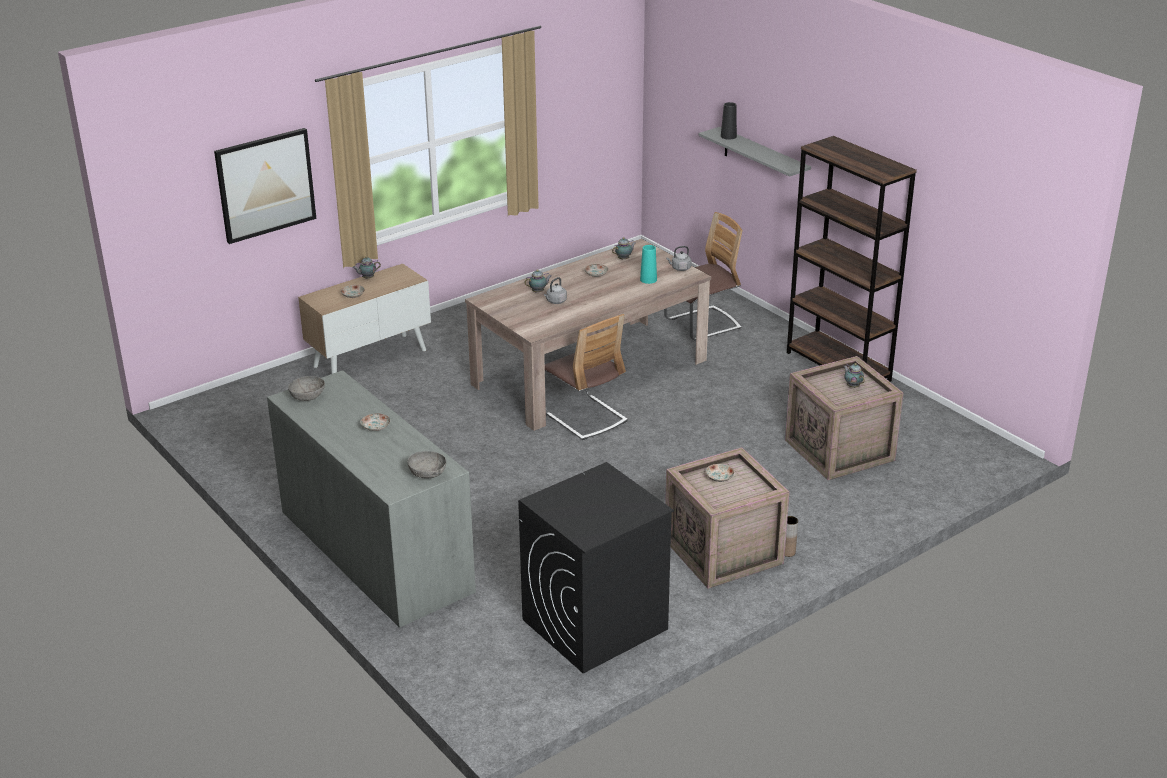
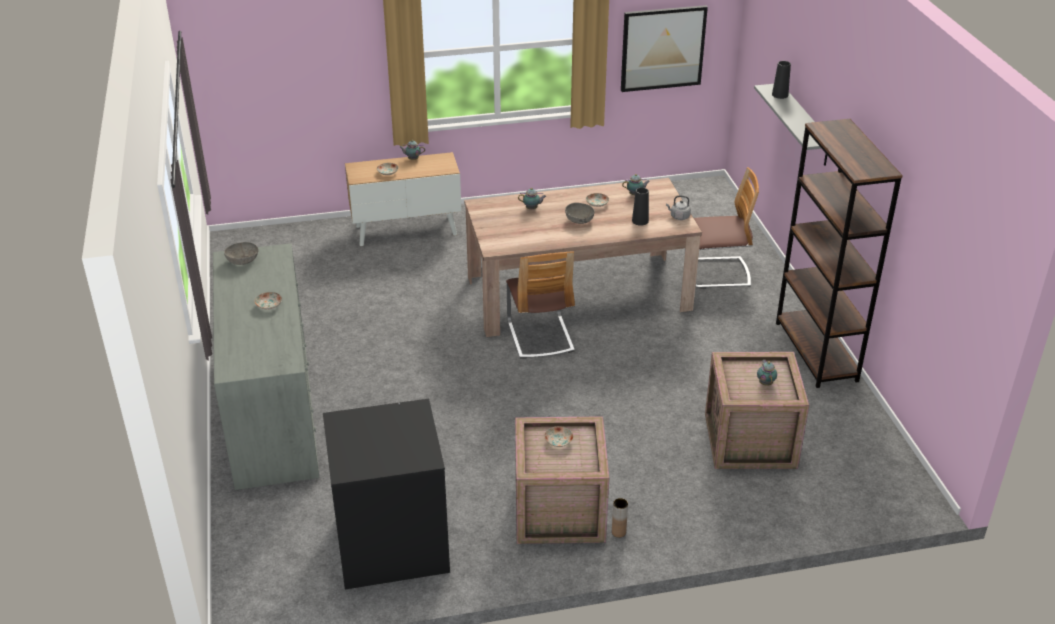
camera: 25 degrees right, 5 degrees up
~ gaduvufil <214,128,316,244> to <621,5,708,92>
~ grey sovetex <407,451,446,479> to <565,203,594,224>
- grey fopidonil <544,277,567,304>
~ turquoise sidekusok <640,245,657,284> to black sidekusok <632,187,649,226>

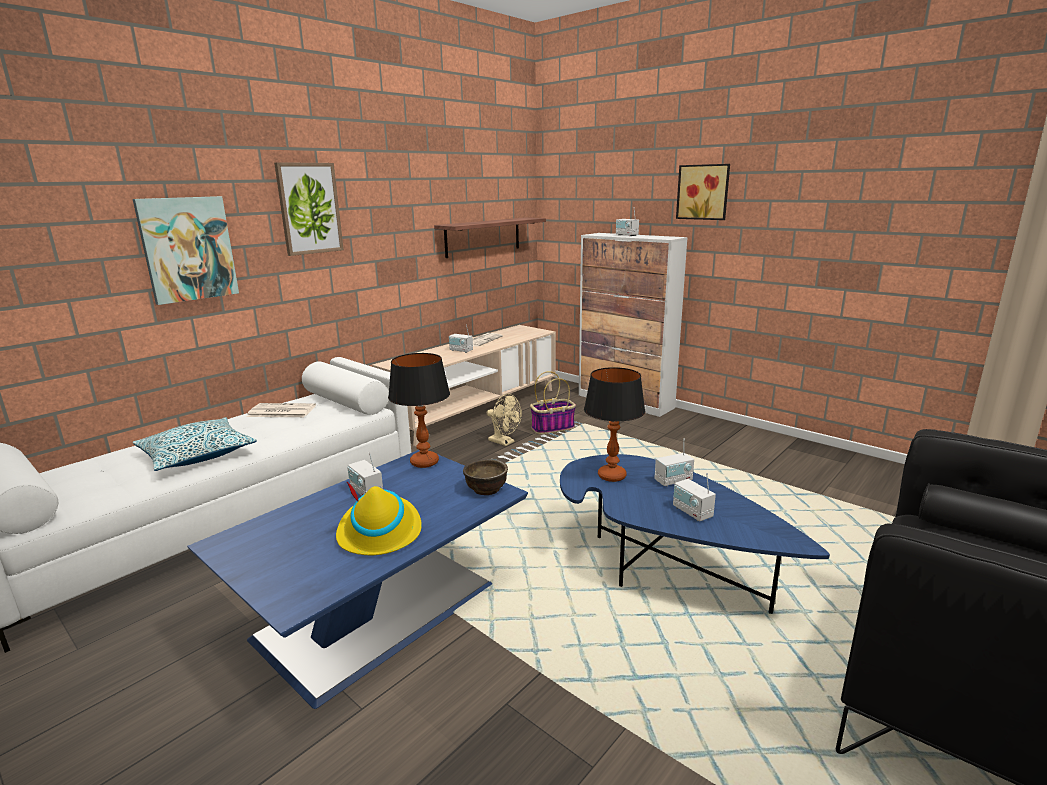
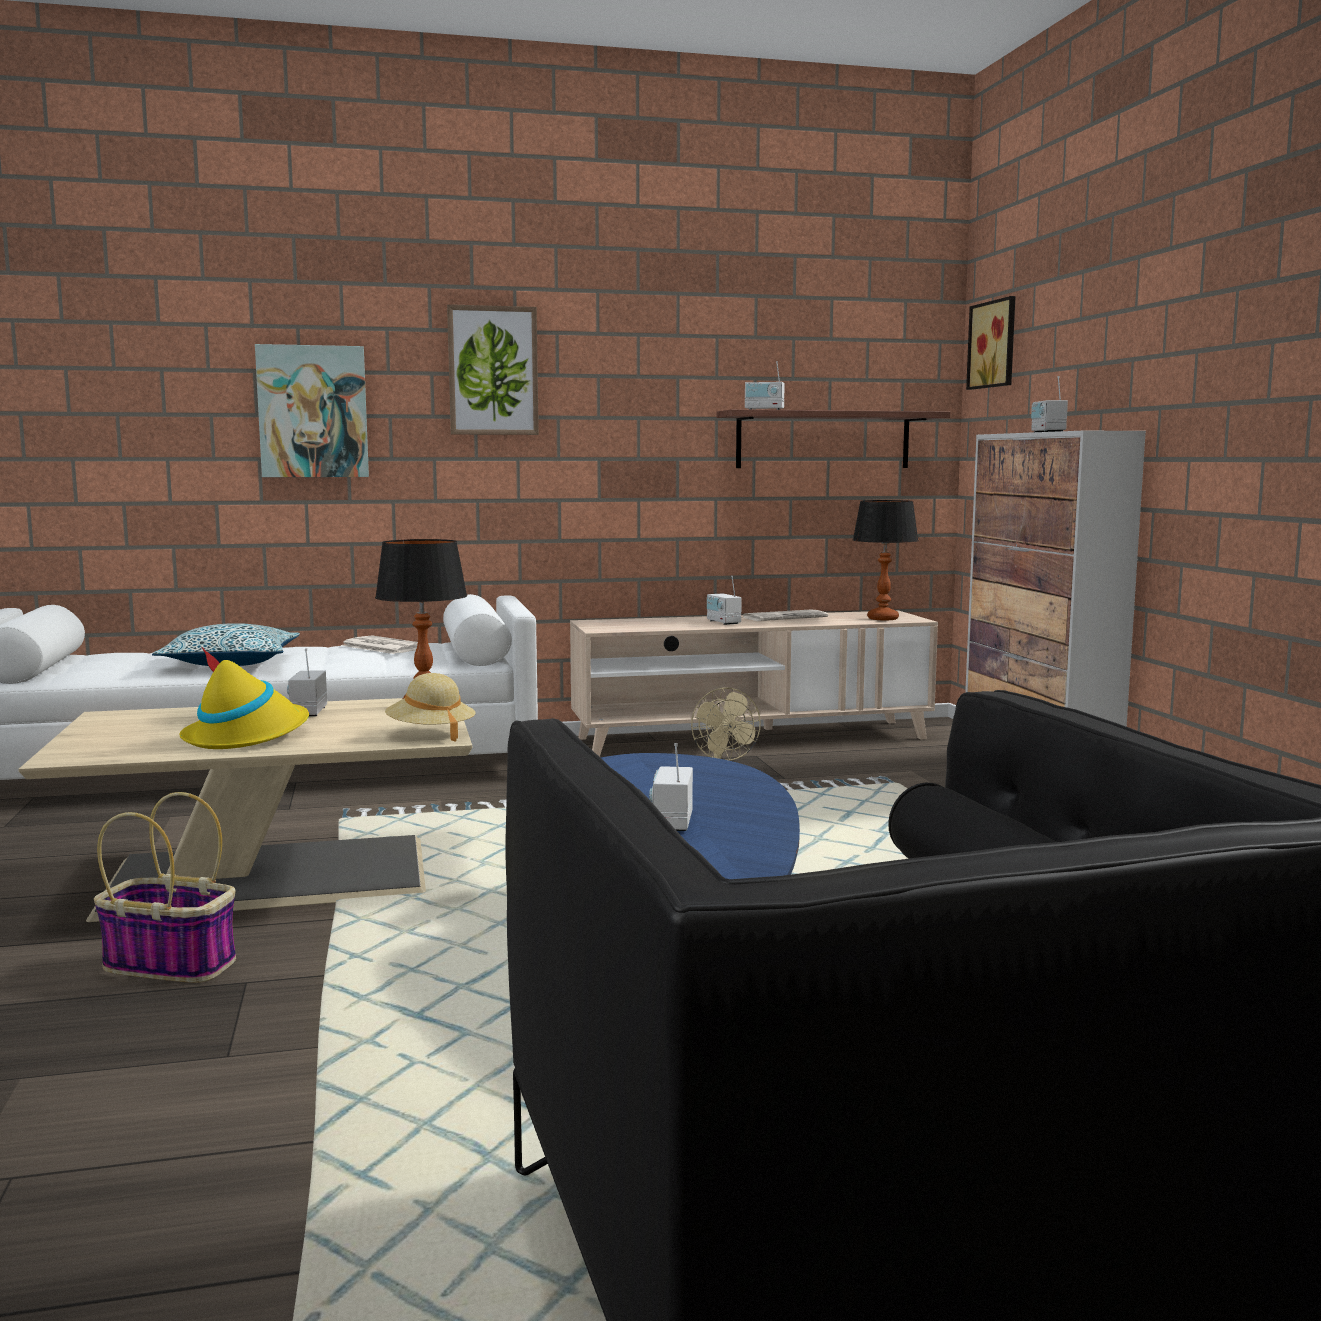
camera: 35 degrees right, 10 degrees down
~ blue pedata <187,450,528,709> to beige pedata <18,698,472,922>
~ brown sovetex <463,459,508,495> to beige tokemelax <385,673,476,741>
~ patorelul <530,371,576,434> to <94,792,236,983>
~ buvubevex <584,367,645,482> to <853,500,919,620>
~ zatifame <655,438,694,487> to <745,361,785,410>
~ gaduvufil <676,164,730,220> to <966,296,1016,390>

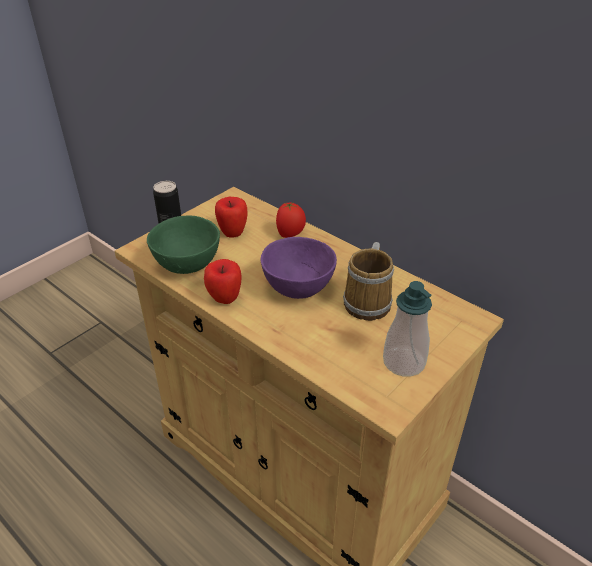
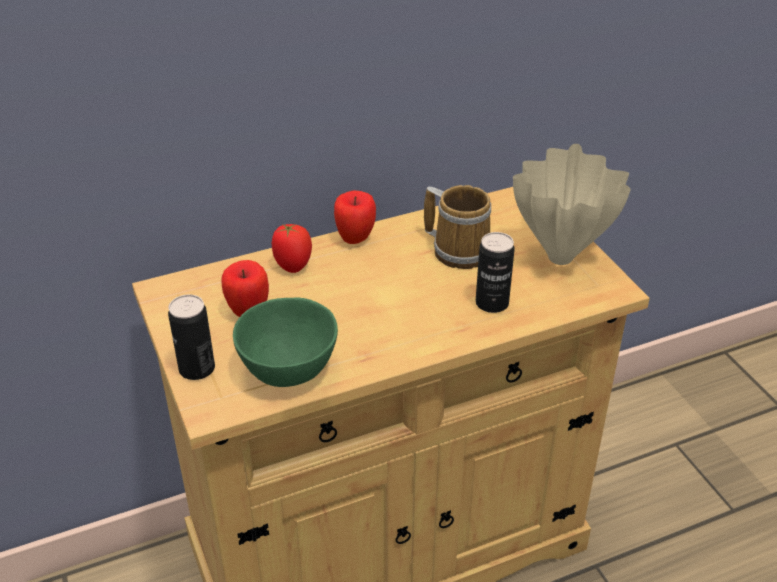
camera: 65 degrees left, 0 degrees up
~ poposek <204,259,242,304> to <334,190,376,244>
- purple sovetex <261,237,337,299>
~ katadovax <383,281,432,377> to beige sidekusok <513,144,631,265>
+ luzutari <476,232,515,313>

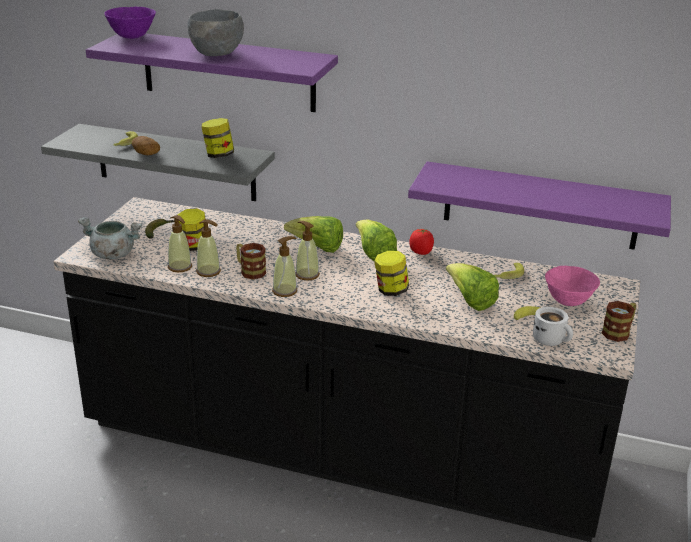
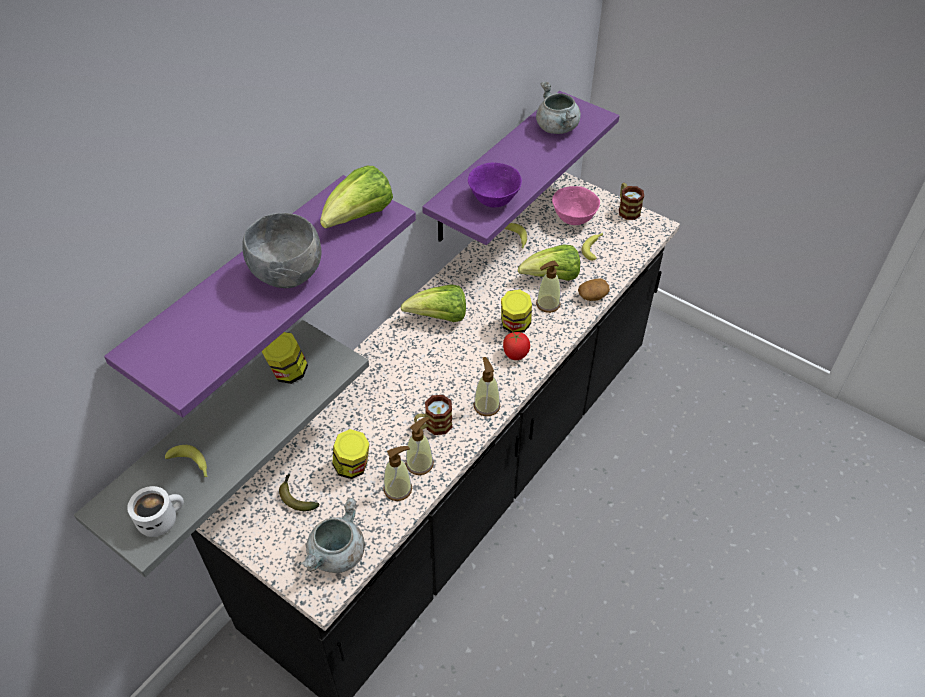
camera: 70 degrees left, 20 degrees up
~ purple sovetex <104,6,156,39> to <468,163,522,207>
~ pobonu <132,136,160,155> to <578,278,610,301>
~ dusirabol <284,216,343,253> to <320,166,393,229>
~ katadovax <296,221,320,280> to <536,261,560,313>
~ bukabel <409,229,434,255> to <503,332,530,360>
~ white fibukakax <533,307,573,346> to <127,486,184,537>
+ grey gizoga <536,81,581,134>

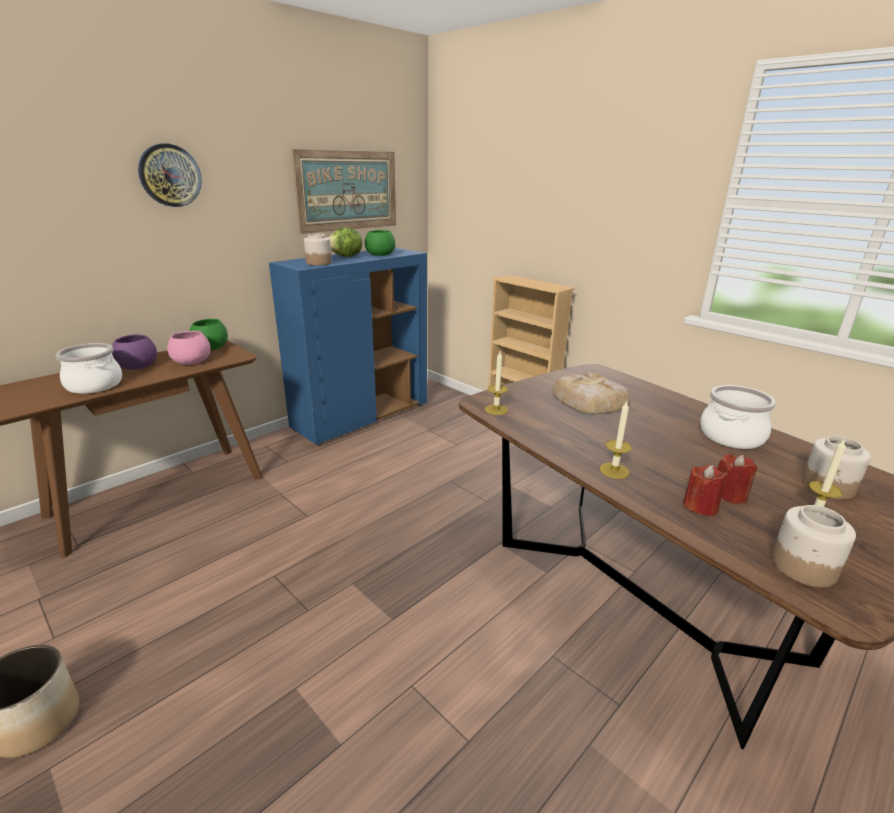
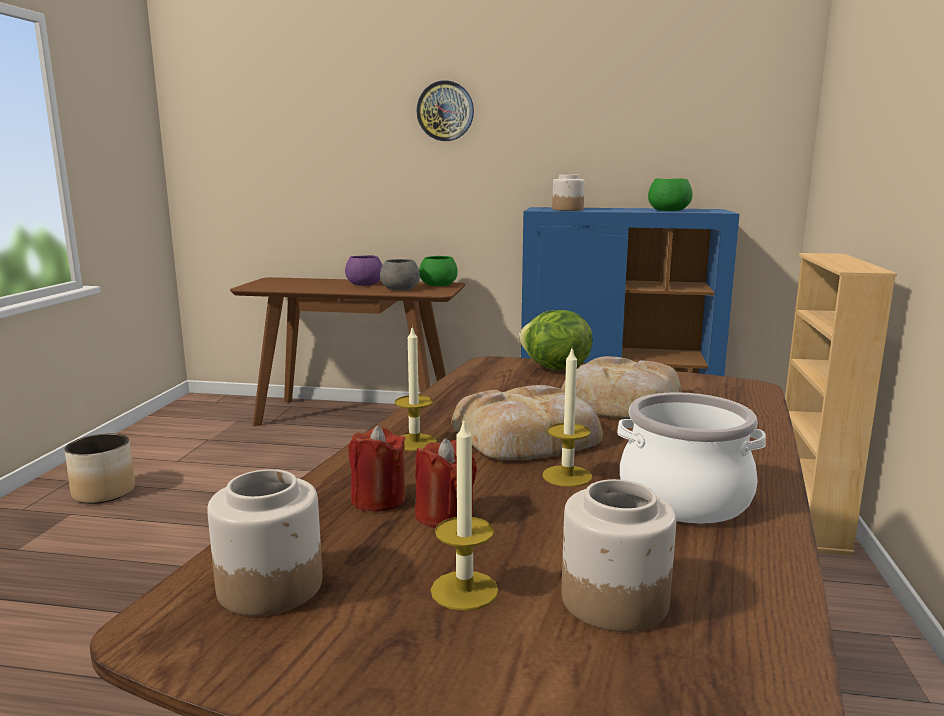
camera: 55 degrees right, 10 degrees down
- gizoga <56,343,122,394>
~ pink sovetex <167,331,211,365> to grey sovetex <380,259,420,290>
- gaduvufil <291,149,396,234>
~ dusirabol <328,228,362,257> to <519,310,593,370>
~ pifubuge <485,351,508,415> to <542,346,592,487>
+ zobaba <452,385,603,460>

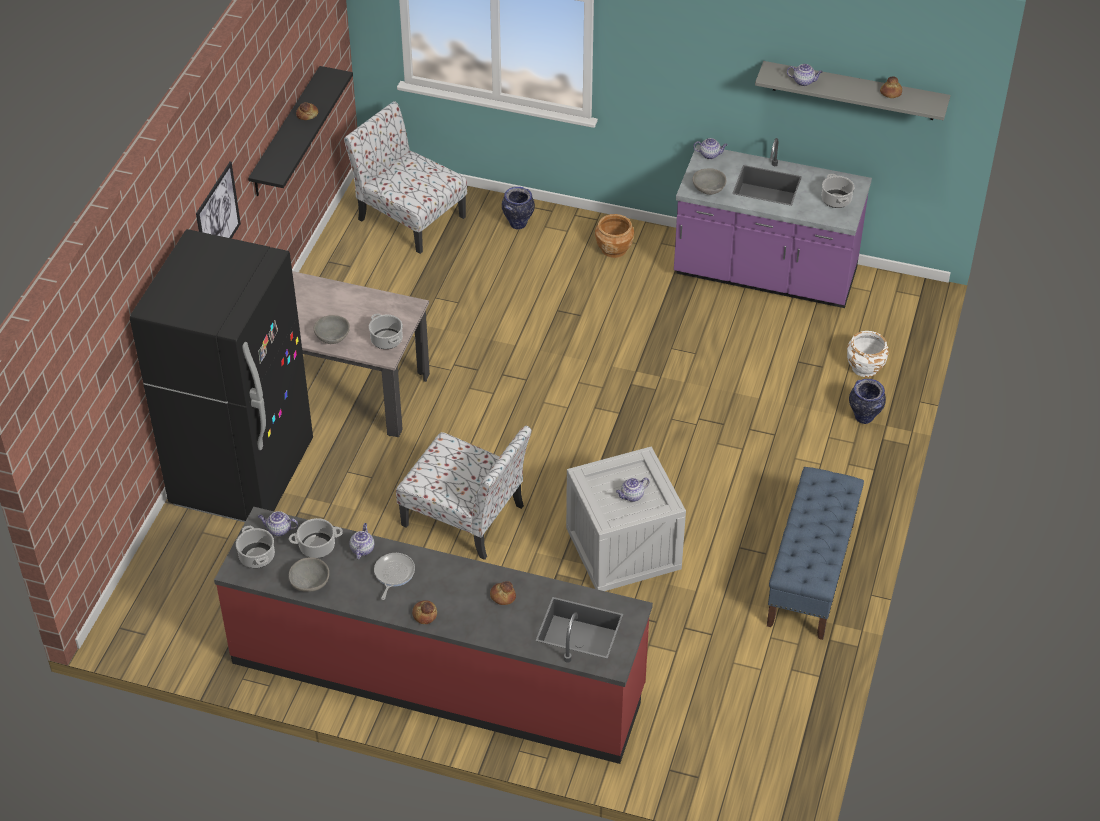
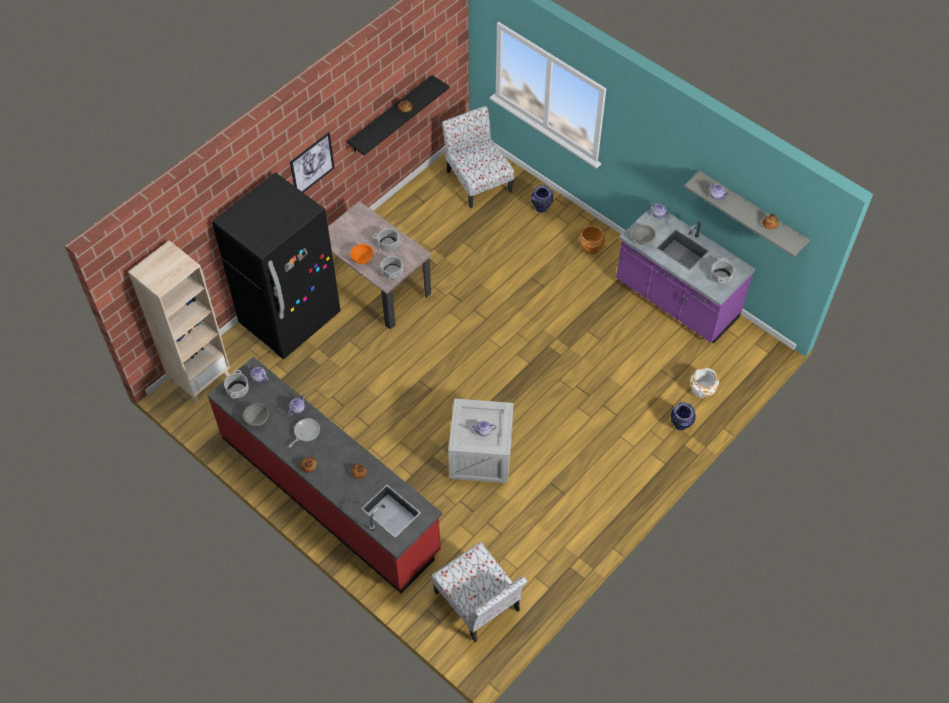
camera: 25 degrees right, 10 degrees up
~ gizoga <289,518,343,558> to <373,228,403,251>
~ grey sovetex <314,315,350,344> to orange sovetex <350,244,374,264>
~ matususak <396,426,532,560> to <431,542,527,642>
- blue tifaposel <767,467,864,640>
+ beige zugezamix <128,240,230,404>

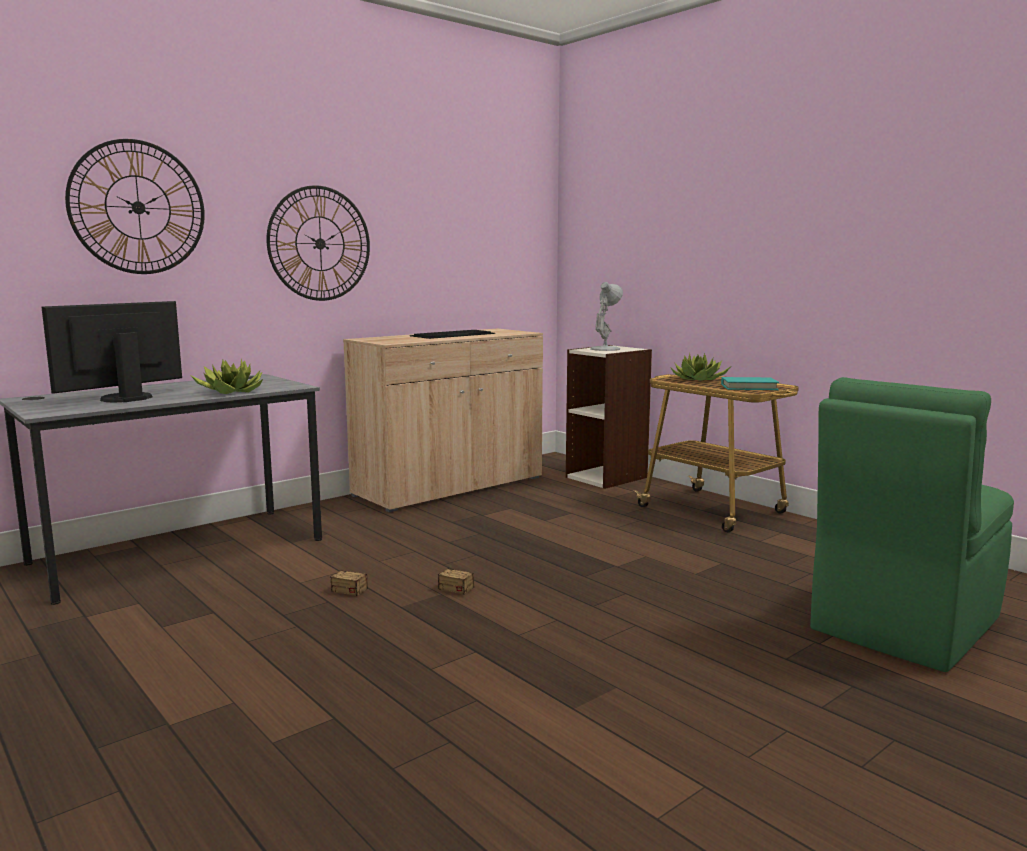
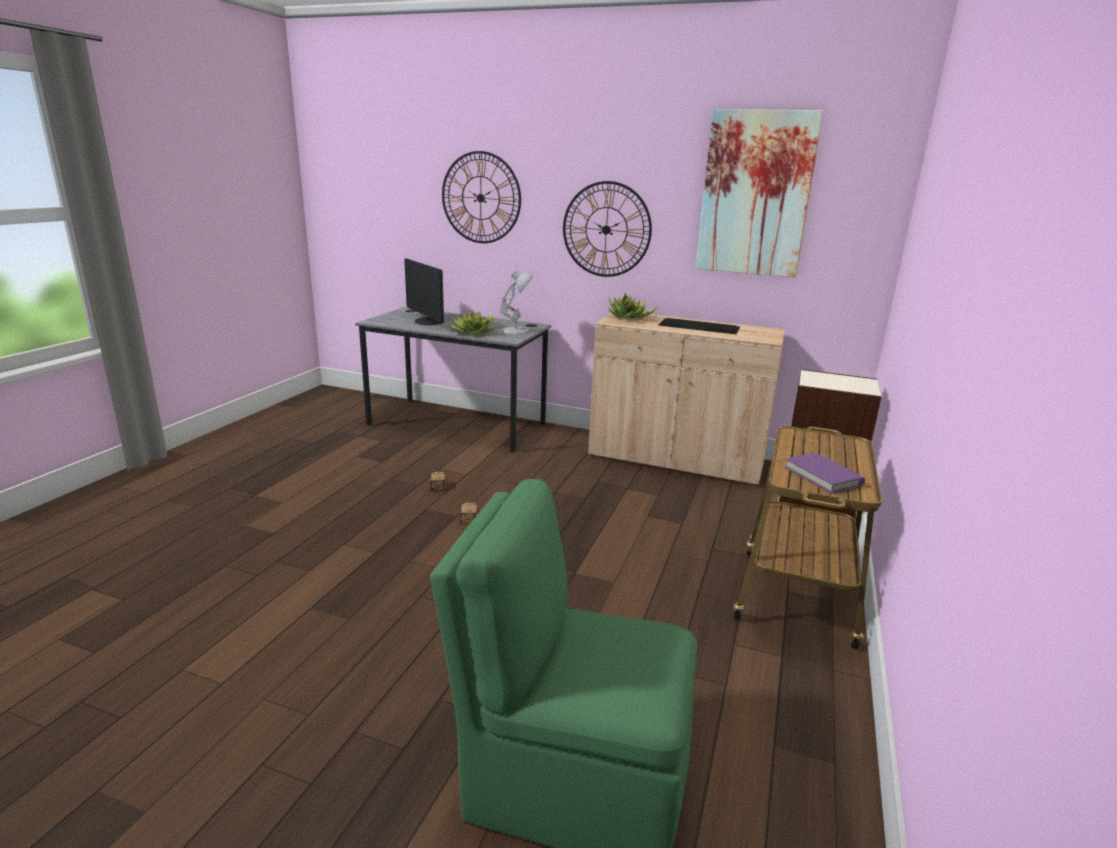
camera: 60 degrees right, 10 degrees up
~ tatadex <42,301,182,403> = <404,258,444,325> 135 degrees counterclockwise
~ white buvubevex <590,282,623,351> to <500,270,534,334>
~ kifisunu <670,353,730,380> to <608,293,658,319>
~ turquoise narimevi <721,377,779,390> to purple narimevi <784,453,865,494>
+ gaduvufil <696,109,823,278>

